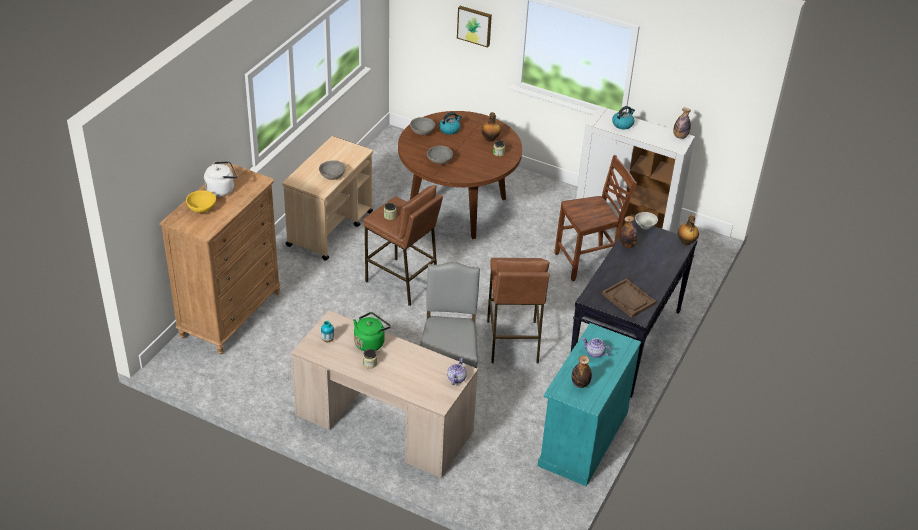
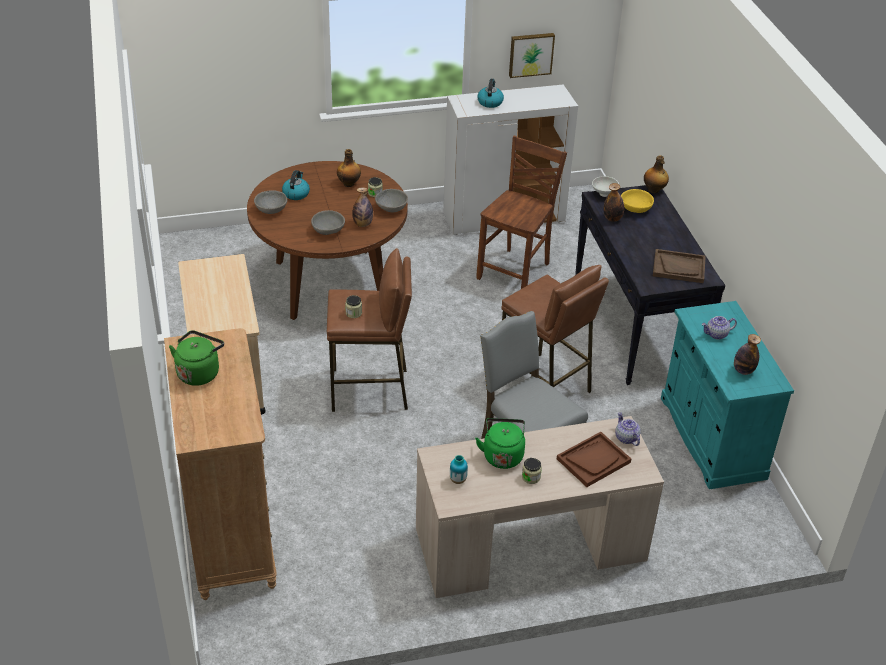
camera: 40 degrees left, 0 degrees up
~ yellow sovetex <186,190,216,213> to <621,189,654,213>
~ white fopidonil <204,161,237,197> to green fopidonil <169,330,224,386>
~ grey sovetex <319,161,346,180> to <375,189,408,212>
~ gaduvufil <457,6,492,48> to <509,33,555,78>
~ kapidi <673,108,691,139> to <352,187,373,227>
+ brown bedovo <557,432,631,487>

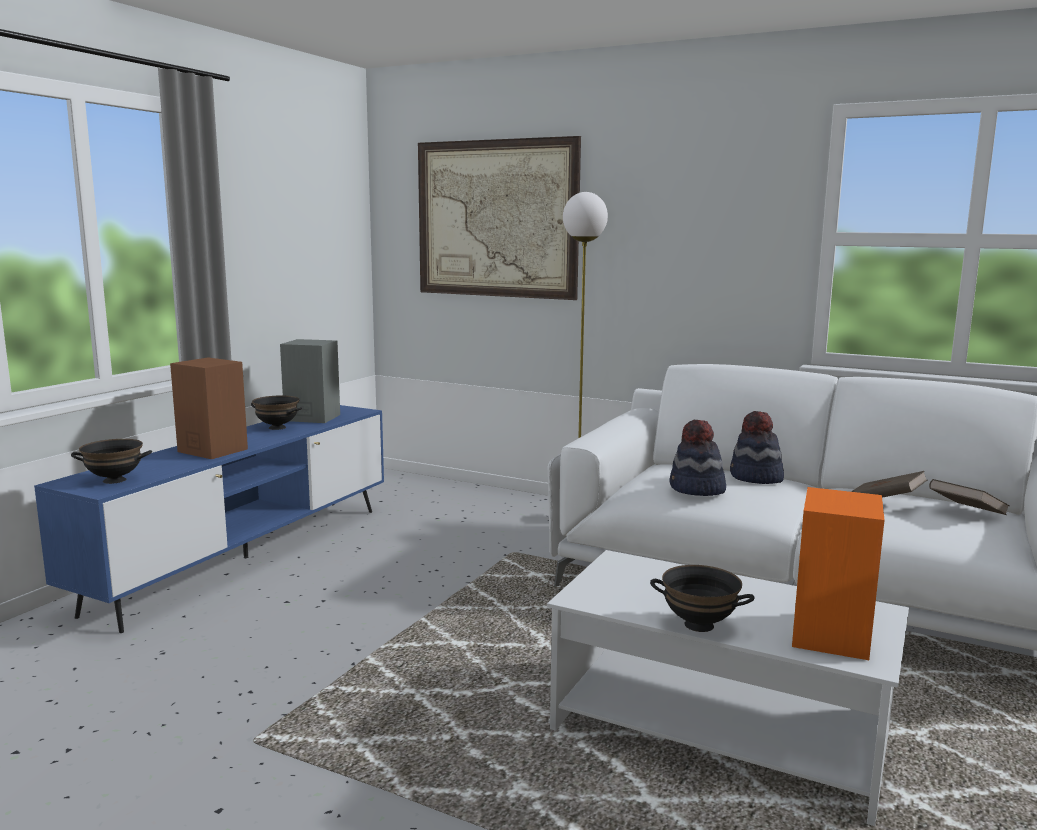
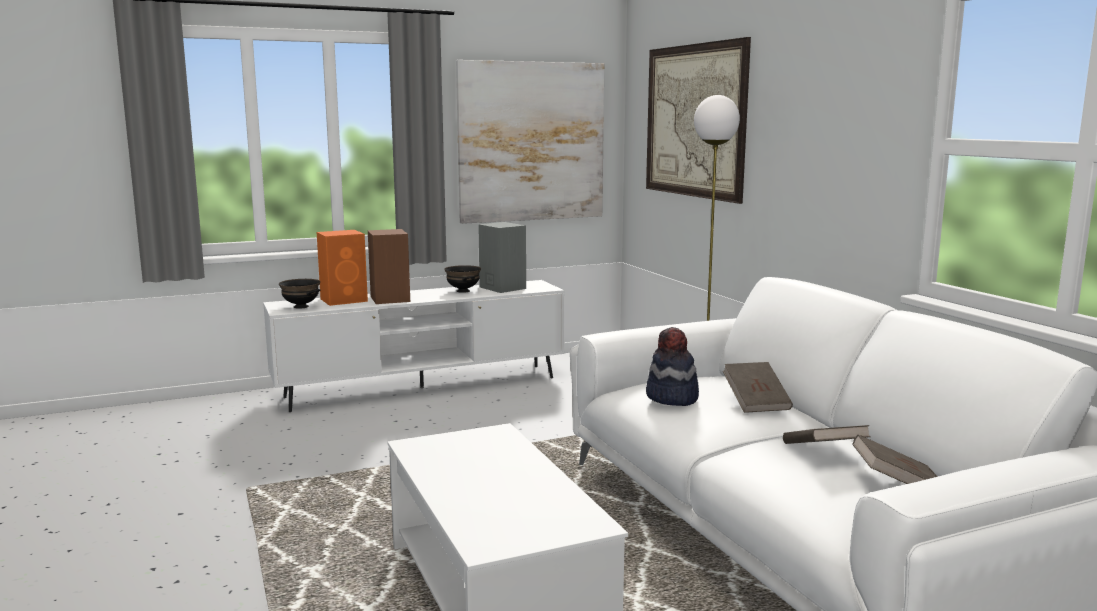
camera: 40 degrees right, 0 degrees up
~ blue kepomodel <34,405,384,633> to white kepomodel <263,280,564,412>
- black sovetex <650,565,755,632>
~ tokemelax <730,411,784,484> to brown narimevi <723,362,793,413>
~ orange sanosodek <792,487,884,660> to <317,230,368,306>
+ gaduvufil <456,60,604,224>

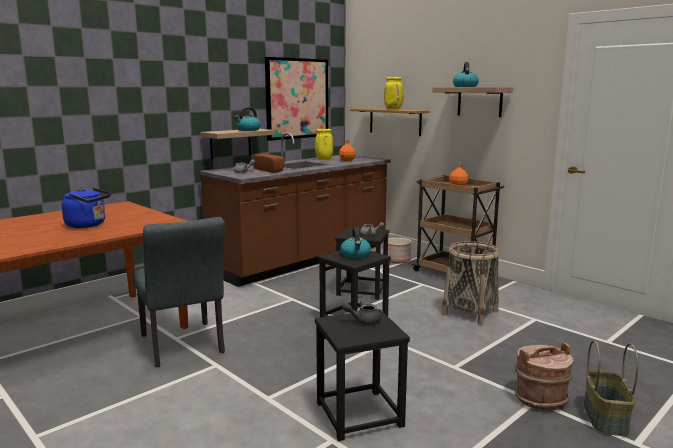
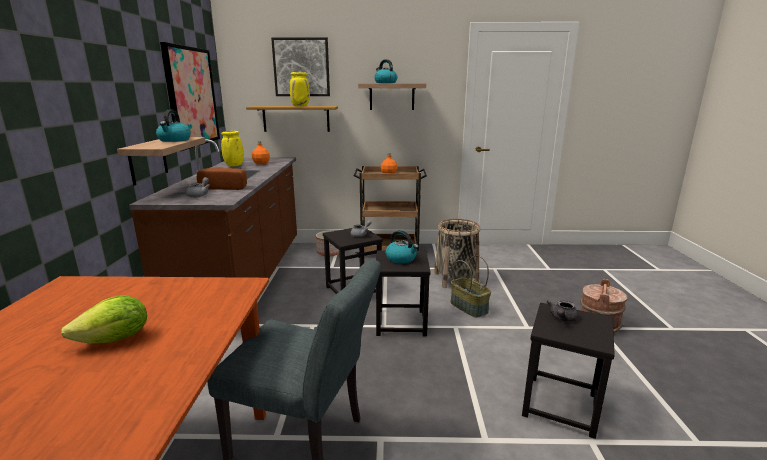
camera: 45 degrees left, 5 degrees up
~ blue fopidonil <62,188,111,228> to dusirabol <61,295,147,344>
~ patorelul <584,340,638,436> to <450,255,491,318>
+ gaduvufil <271,37,330,96>

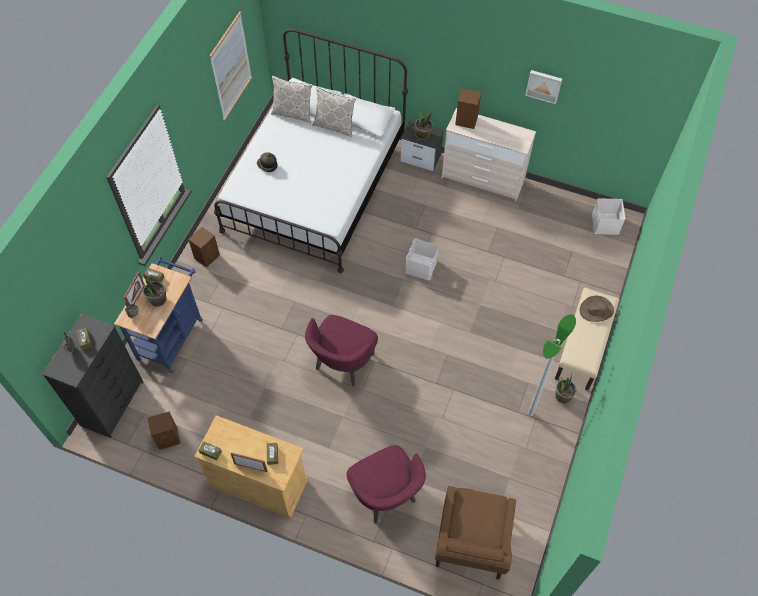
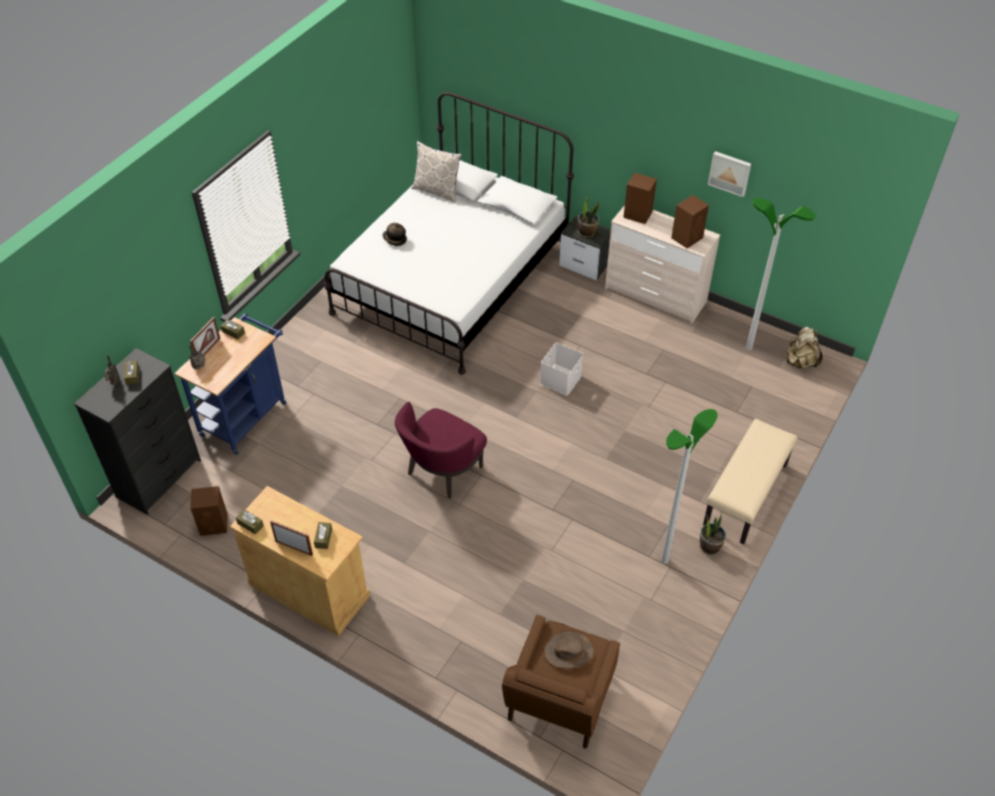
camera: 10 degrees right, 10 degrees down
- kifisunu <141,275,167,307>
~ brown sanosodek <188,227,220,268> to <671,195,709,249>
- gaduvufil <209,11,252,121>
- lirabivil <312,87,356,137>
- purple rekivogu <346,445,426,523>
~ brown tokemelax <580,296,614,322> to <544,630,595,669>
~ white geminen <592,198,625,235> to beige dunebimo <785,327,823,369>
+ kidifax <746,198,816,350>

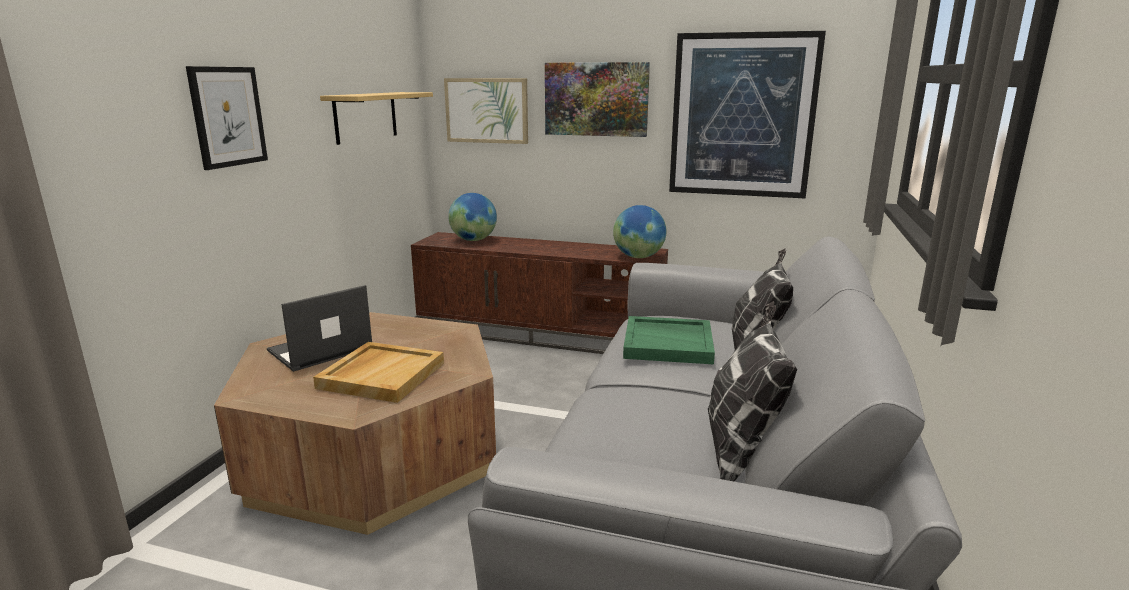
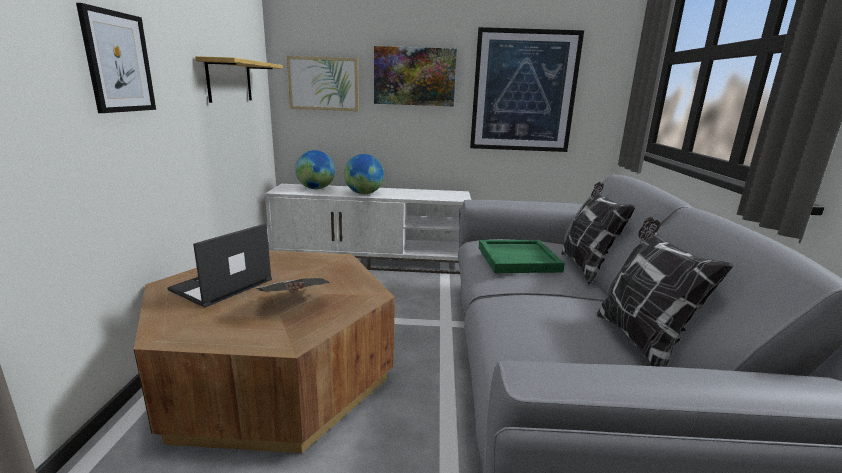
camera: 15 degrees left, 0 degrees up
~ beige bedovo <313,342,444,403> to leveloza <255,278,329,293>
~ brown kepomodel <411,232,668,354> to white kepomodel <265,184,471,274>
~ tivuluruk <613,205,667,258> to <344,154,384,194>

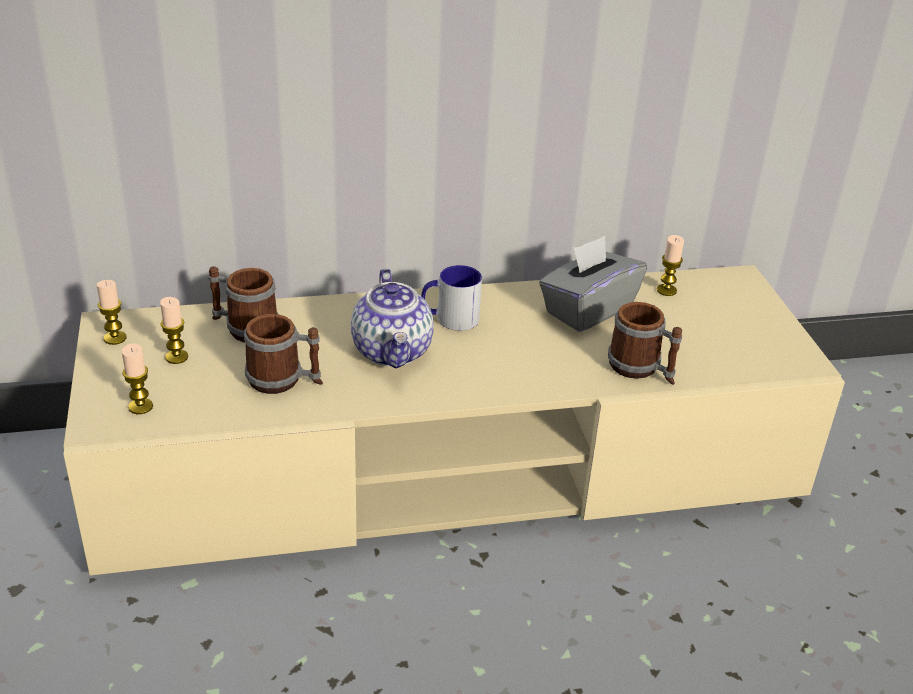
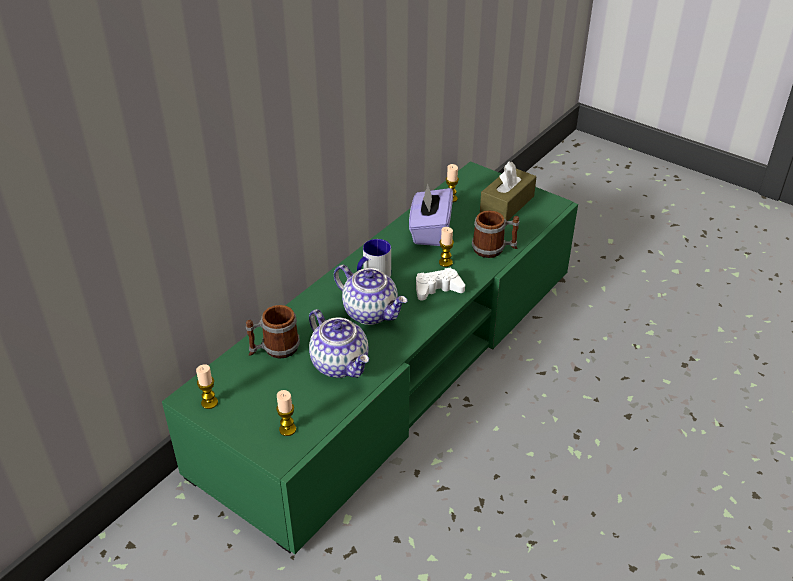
camera: 40 degrees left, 5 degrees up
~ beige kepomodel <63,265,845,576> to green kepomodel <162,161,578,554>
~ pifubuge <160,297,188,364> to <439,227,454,267>
~ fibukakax <244,314,323,394> to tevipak <309,309,369,378>
~ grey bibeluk <539,236,647,332> to purple bibeluk <409,183,453,246>
+ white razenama <416,268,465,300>
+ brown bibeluk <480,161,536,221>

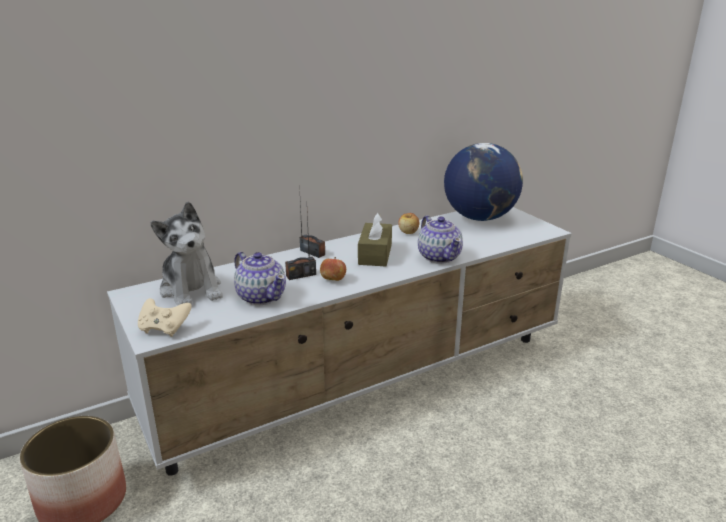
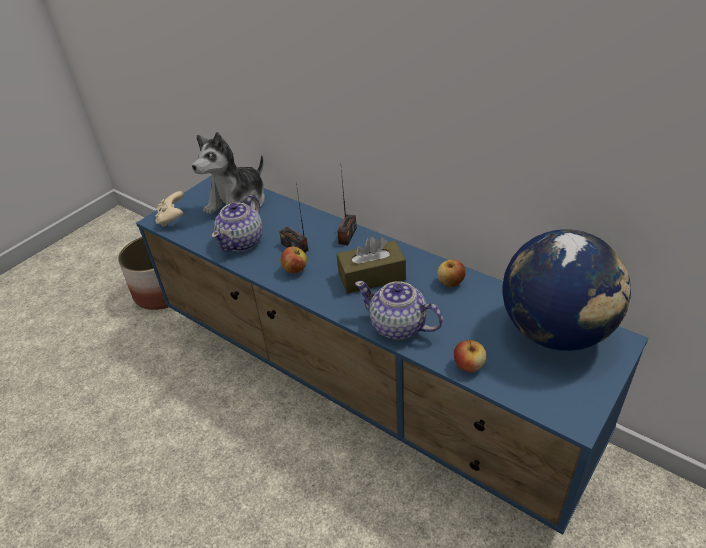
camera: 70 degrees right, 15 degrees up
~ white kepomodel <107,207,572,476> to blue kepomodel <136,175,648,535>
~ tevipak <418,215,463,264> = <355,281,443,340> 75 degrees clockwise
+ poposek <454,340,487,372>

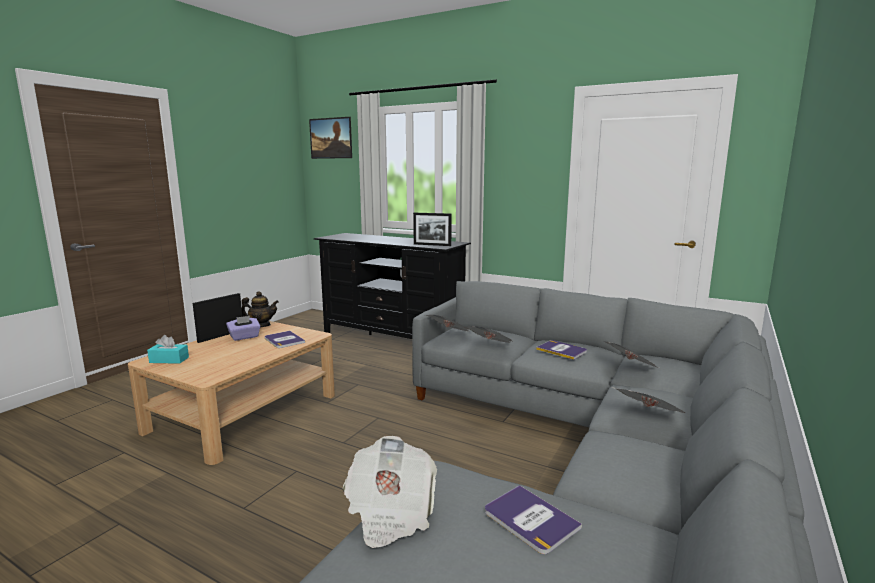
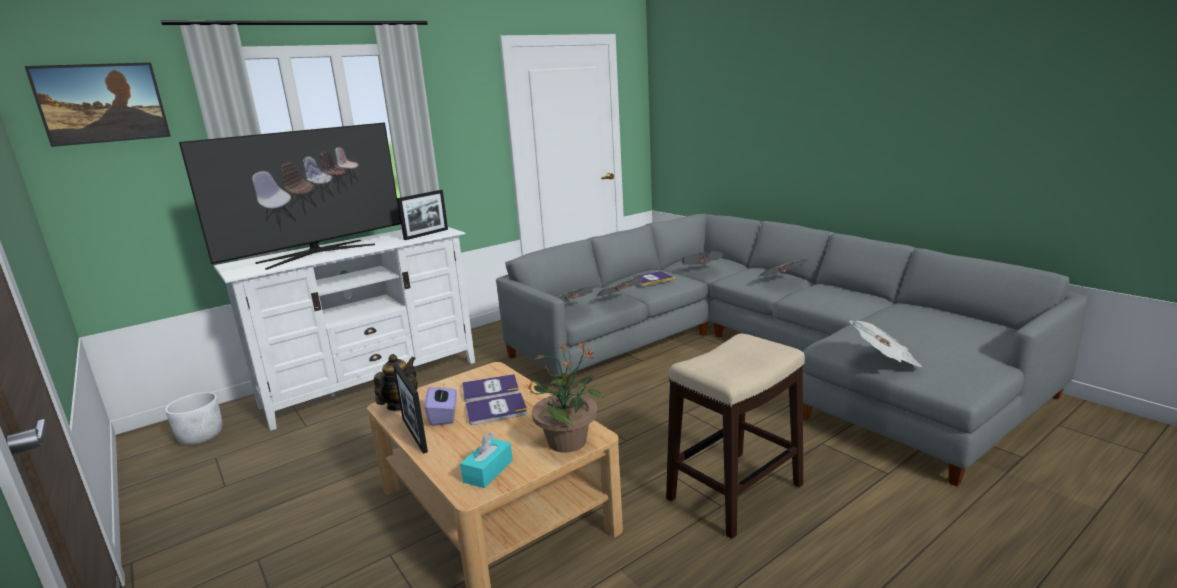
camera: 65 degrees left, 5 degrees up
~ black kepomodel <314,233,471,339> to white kepomodel <214,227,475,431>
~ narimevi <485,485,582,554> to <465,393,528,425>
+ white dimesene <165,392,222,445>
+ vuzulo <179,122,401,270>
+ kifisunu <525,341,604,453>
+ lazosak <666,334,805,539>

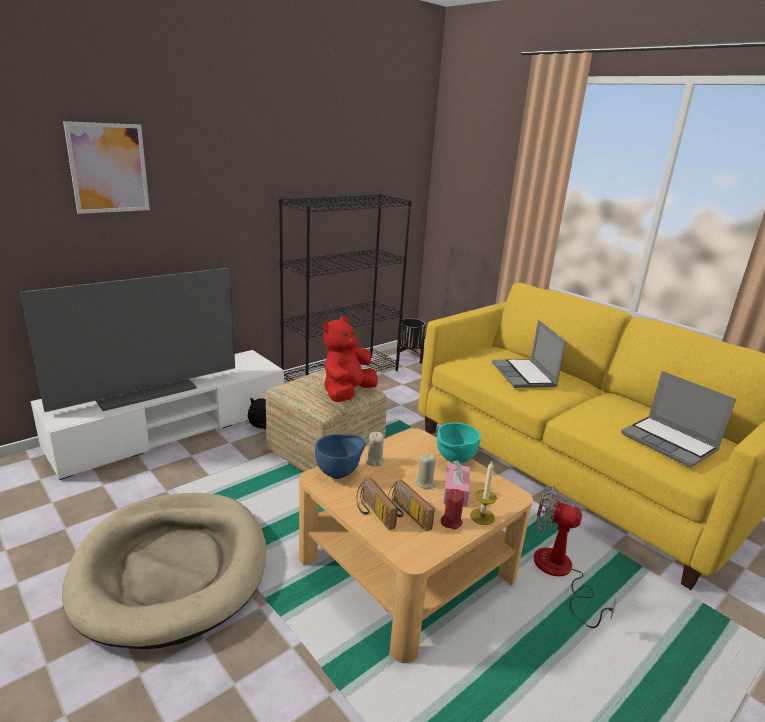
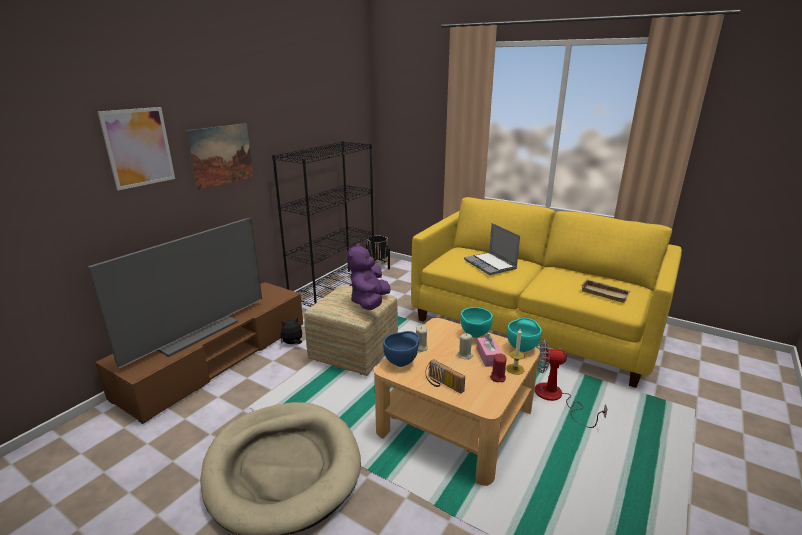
camera: 15 degrees left, 0 degrees up
~ white kepomodel <31,350,284,480> to brown kepomodel <95,282,303,424>
~ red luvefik <323,316,378,402> to purple luvefik <347,243,391,310>
- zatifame <388,480,435,531>
~ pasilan <621,371,736,467> to beige bedovo <581,279,631,303>
+ gaduvufil <186,123,254,190>
+ turquoise sovetex <507,318,542,352>

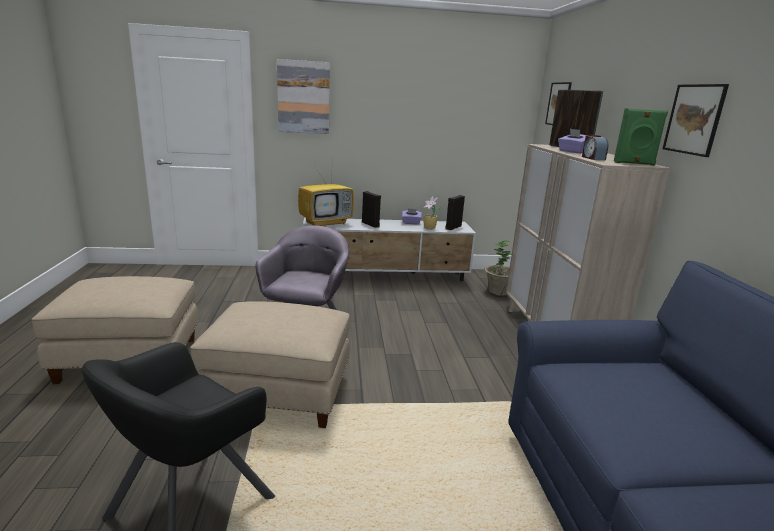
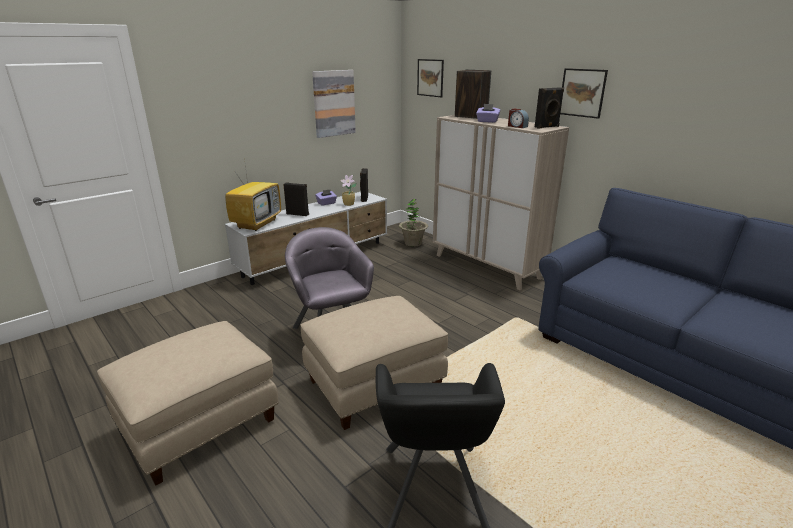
camera: 35 degrees left, 5 degrees up
~ gaduvufil <277,59,330,134> to <312,70,356,138>
~ green sanosodek <614,108,668,166> to black sanosodek <535,87,564,129>

